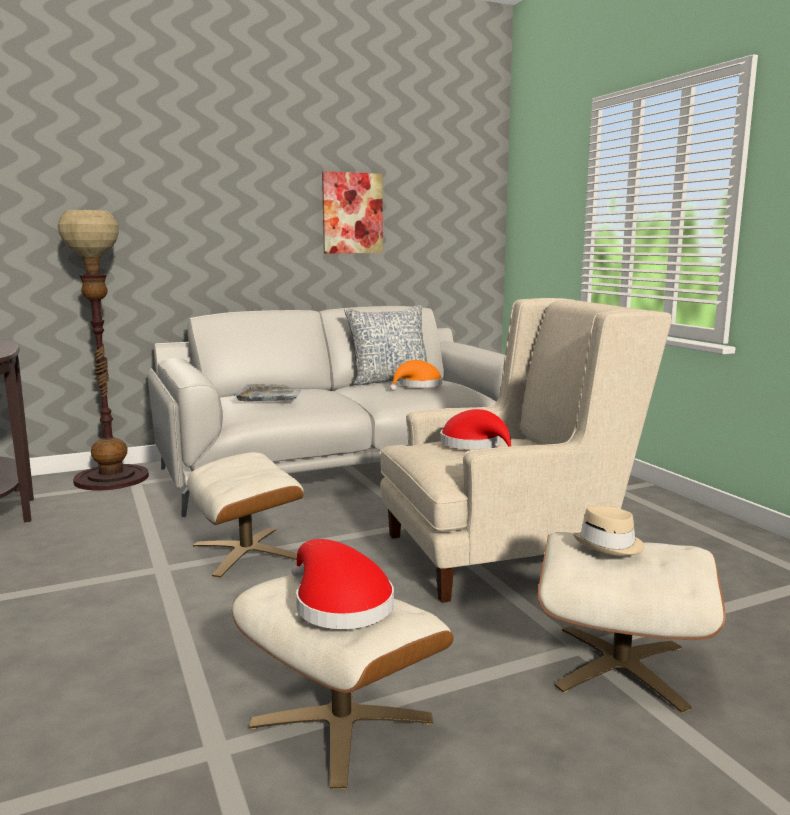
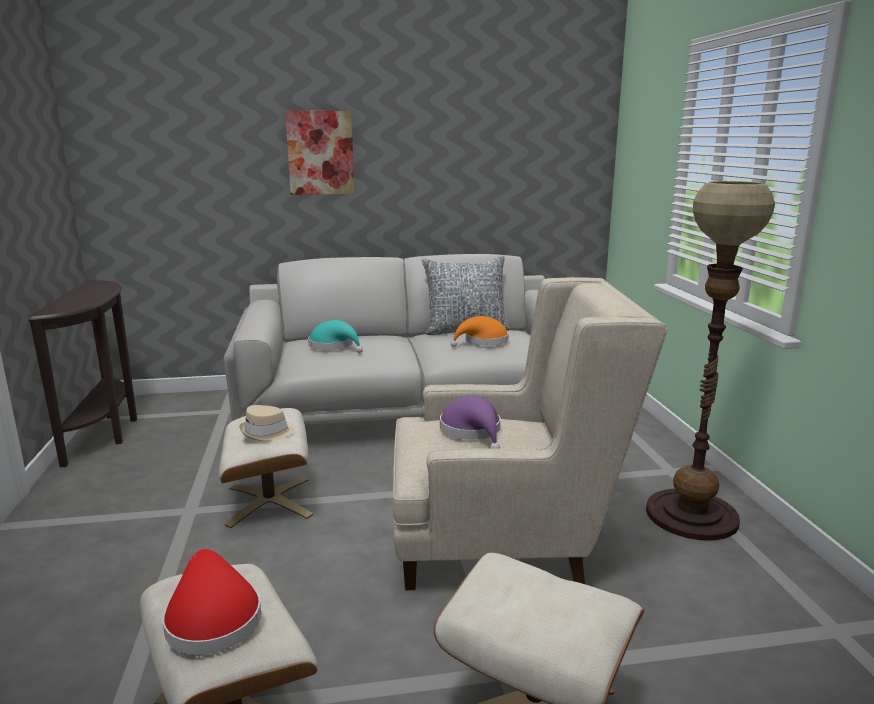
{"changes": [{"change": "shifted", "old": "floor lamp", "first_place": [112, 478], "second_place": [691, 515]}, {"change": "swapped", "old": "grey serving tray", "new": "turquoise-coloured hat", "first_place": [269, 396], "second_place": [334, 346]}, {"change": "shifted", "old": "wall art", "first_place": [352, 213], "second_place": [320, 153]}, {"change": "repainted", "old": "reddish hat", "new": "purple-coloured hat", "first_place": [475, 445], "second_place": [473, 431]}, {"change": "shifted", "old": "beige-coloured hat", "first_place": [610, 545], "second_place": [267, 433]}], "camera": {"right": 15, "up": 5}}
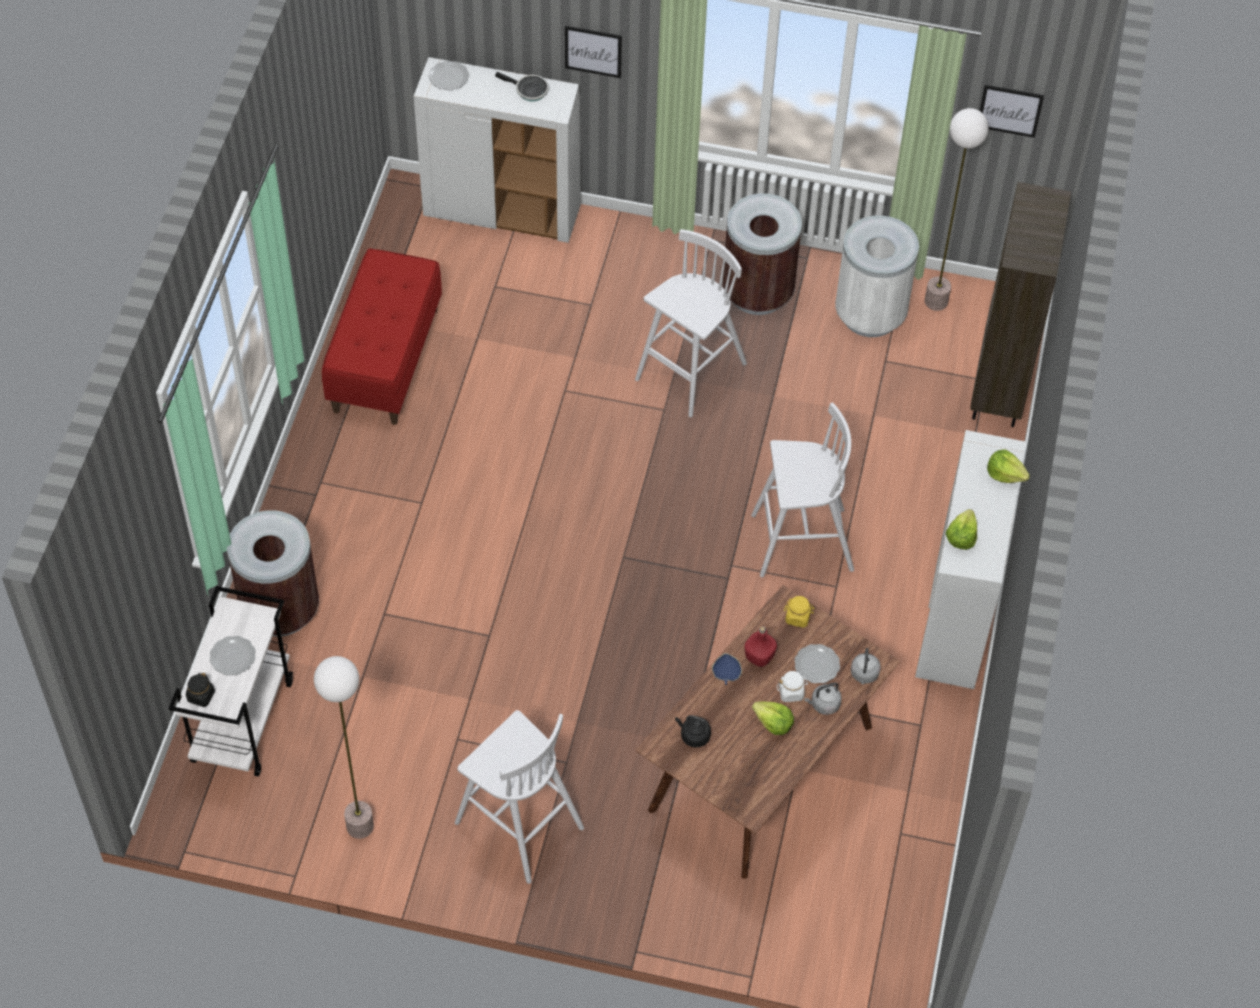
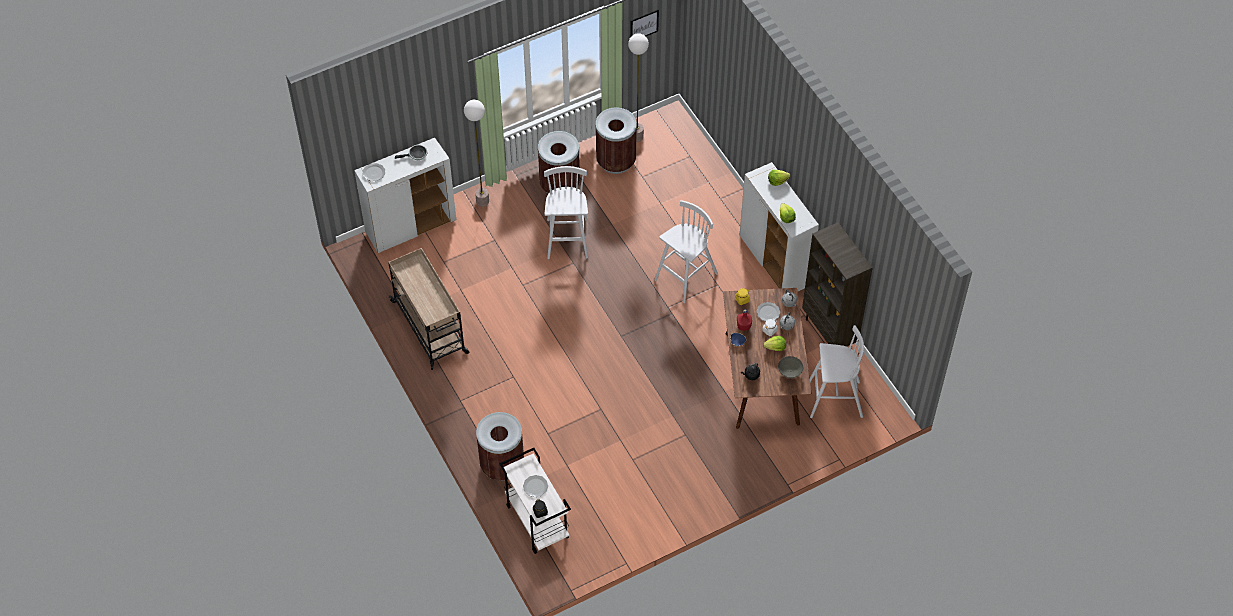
{"changes": [{"change": "shifted", "old": "floor lamp", "first_place": [360, 827], "second_place": [482, 201]}, {"change": "swapped", "old": "reddish indoor bench", "new": "beige-coloured trolley", "first_place": [385, 359], "second_place": [430, 328]}, {"change": "shifted", "old": "white-coloured sitting stool", "first_place": [517, 824], "second_place": [833, 399]}, {"change": "gone", "old": "wall art", "first_place": [593, 51]}, {"change": "repainted", "old": "white-coloured waste bin", "new": "brown waste bin", "first_place": [870, 315], "second_place": [616, 161]}, {"change": "shifted", "old": "brown shelving unit", "first_place": [1000, 390], "second_place": [829, 333]}, {"change": "new", "new": "grey deep dish", "second_place": [789, 372]}], "camera": {"right": -40, "up": 0}}
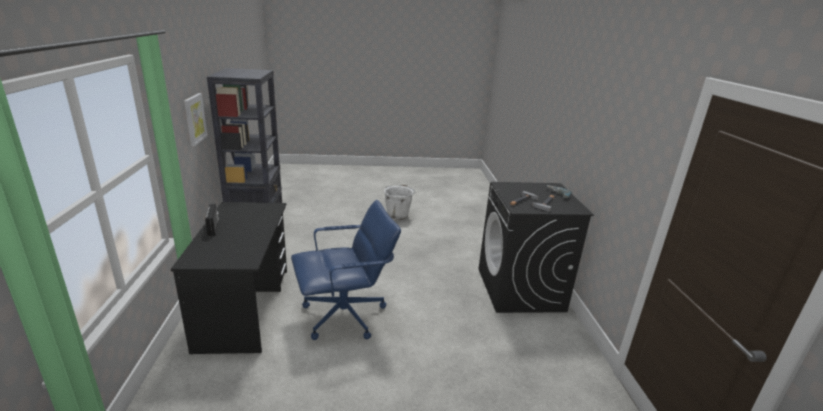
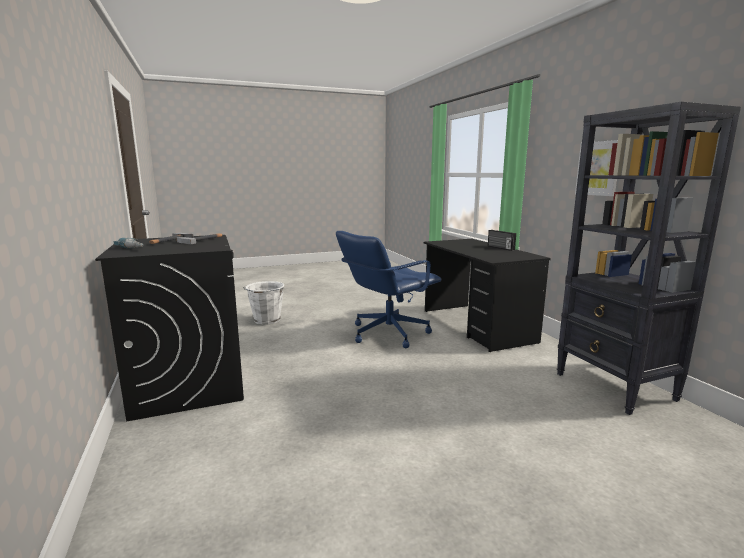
{"changes": [{"change": "shifted", "old": "white-coloured bucket", "first_place": [398, 216], "second_place": [266, 320]}], "camera": {"right": 165, "up": -10}}
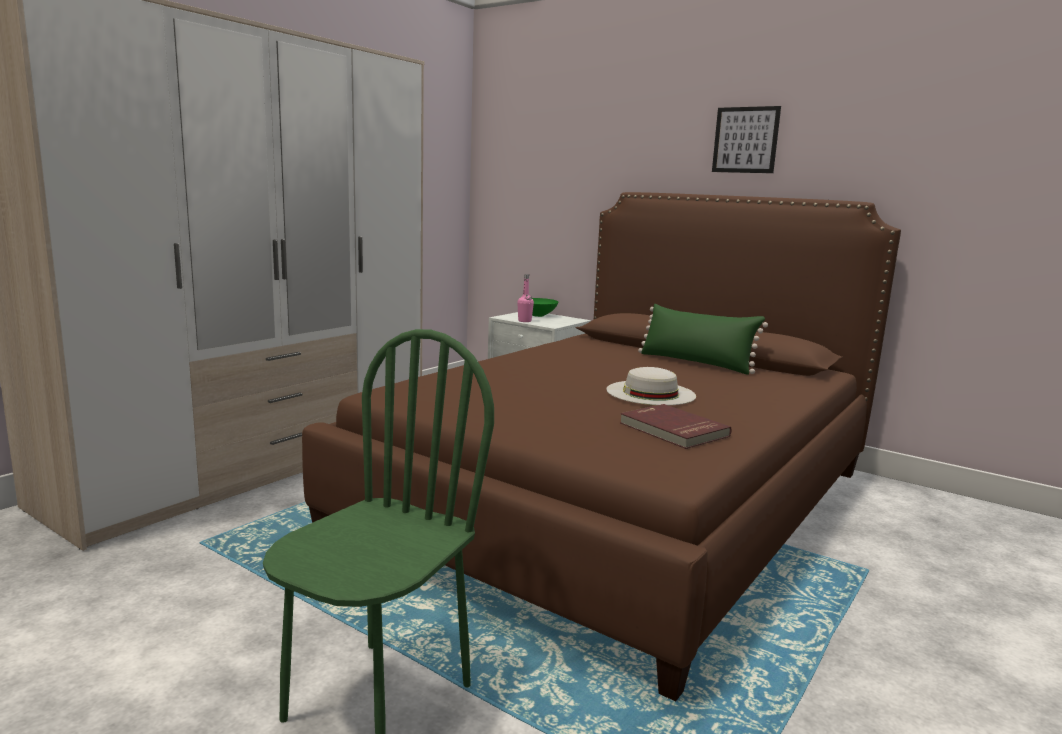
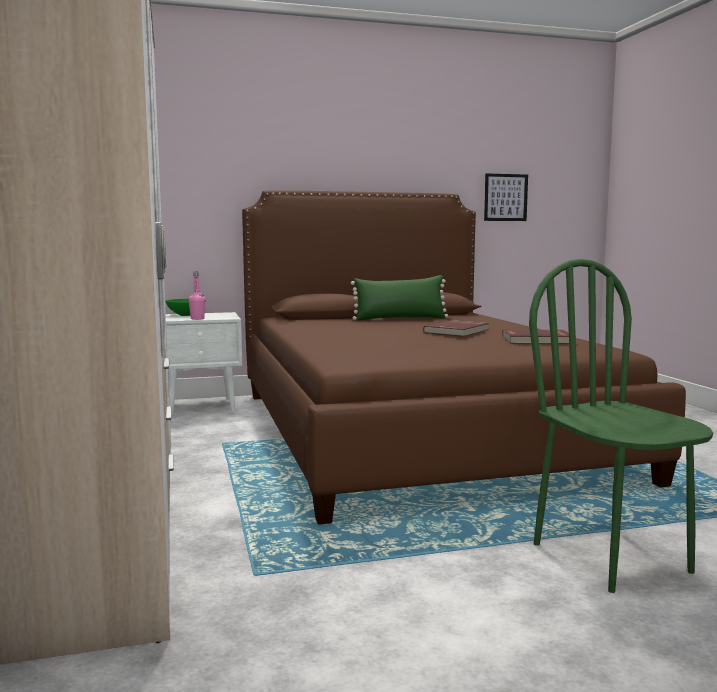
{"changes": [{"change": "swapped", "old": "white-coloured hat", "new": "reddish volume", "first_place": [650, 393], "second_place": [457, 331]}, {"change": "shifted", "old": "wall art", "first_place": [745, 140], "second_place": [505, 197]}], "camera": {"right": -50, "up": -5}}
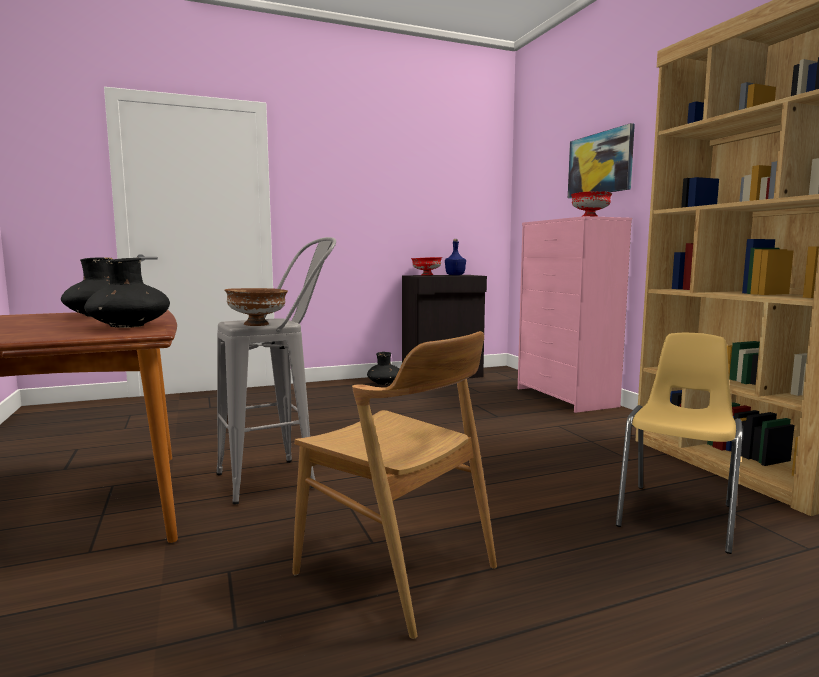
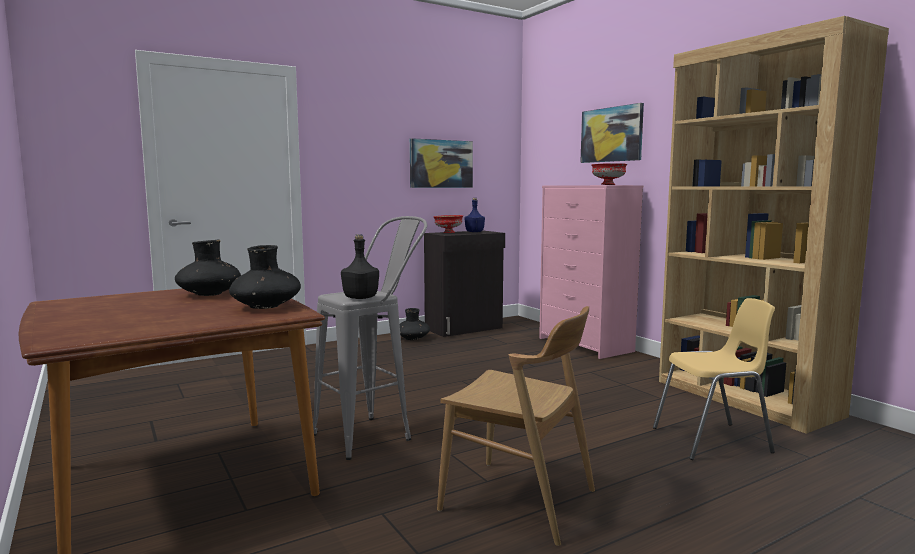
{"changes": [{"change": "swapped", "old": "brown deep dish", "new": "black-coloured beverage bottle", "first_place": [258, 324], "second_place": [361, 297]}, {"change": "rotated", "old": "yellow-coloured upright chair", "first_place": [678, 516], "second_place": [713, 441], "degrees": 60}, {"change": "new", "new": "wall art", "second_place": [441, 164]}], "camera": {"right": -10, "up": 0}}
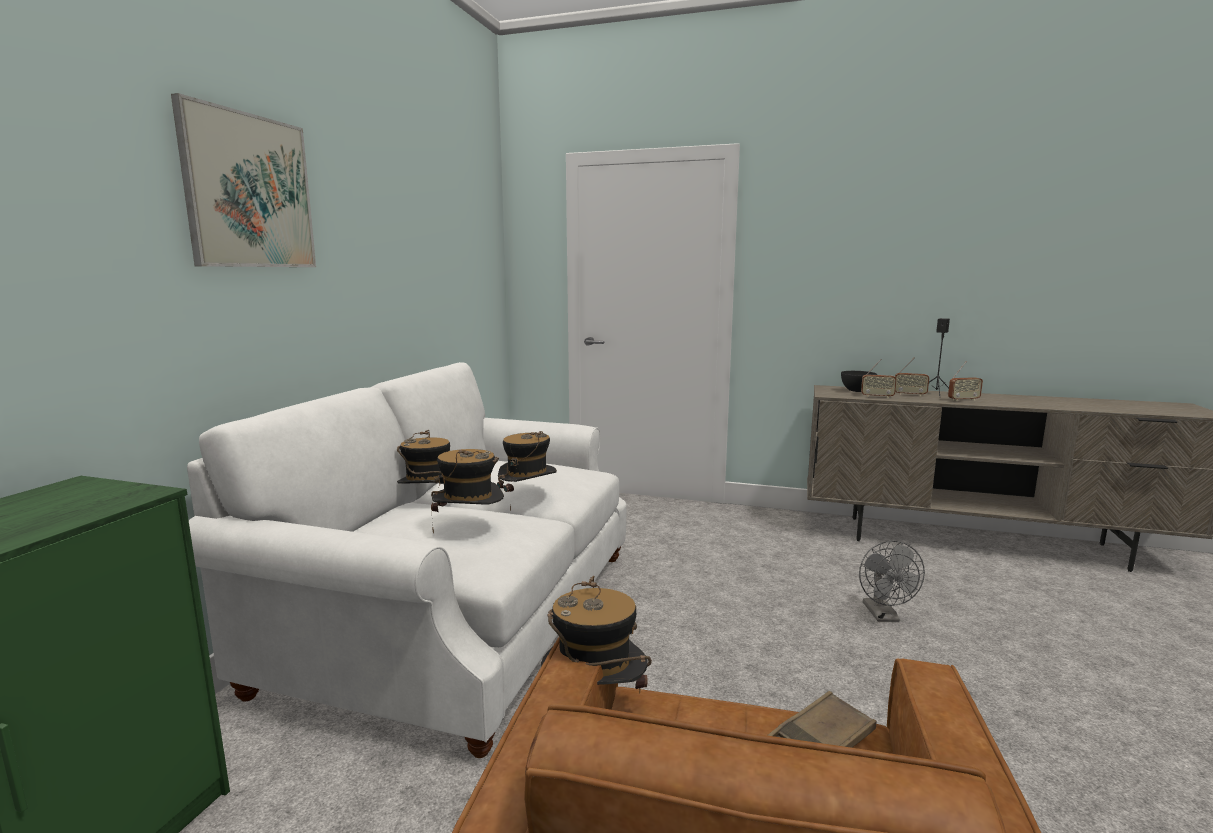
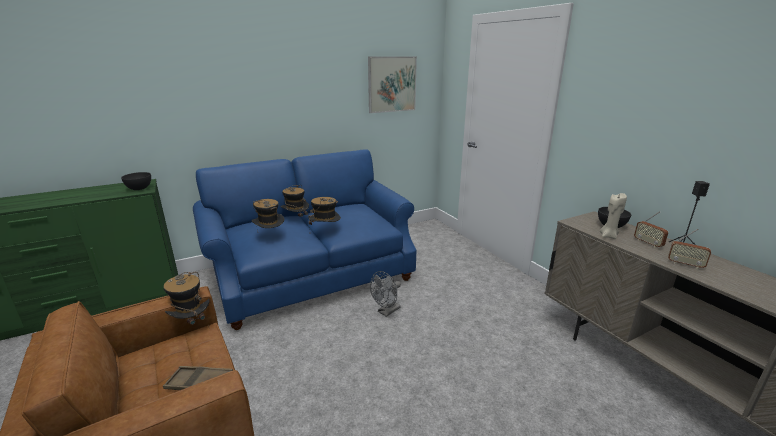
{"changes": [{"change": "shifted", "old": "wall art", "first_place": [249, 191], "second_place": [392, 84]}, {"change": "repainted", "old": "white-coloured couch", "new": "bluish couch", "first_place": [463, 614], "second_place": [312, 274]}, {"change": "shifted", "old": "grey electric fan", "first_place": [884, 616], "second_place": [386, 312]}, {"change": "swapped", "old": "radio receiver", "new": "beige-coloured candle", "first_place": [877, 397], "second_place": [608, 236]}, {"change": "new", "new": "grey deep dish", "second_place": [139, 188]}], "camera": {"right": 45, "up": 10}}
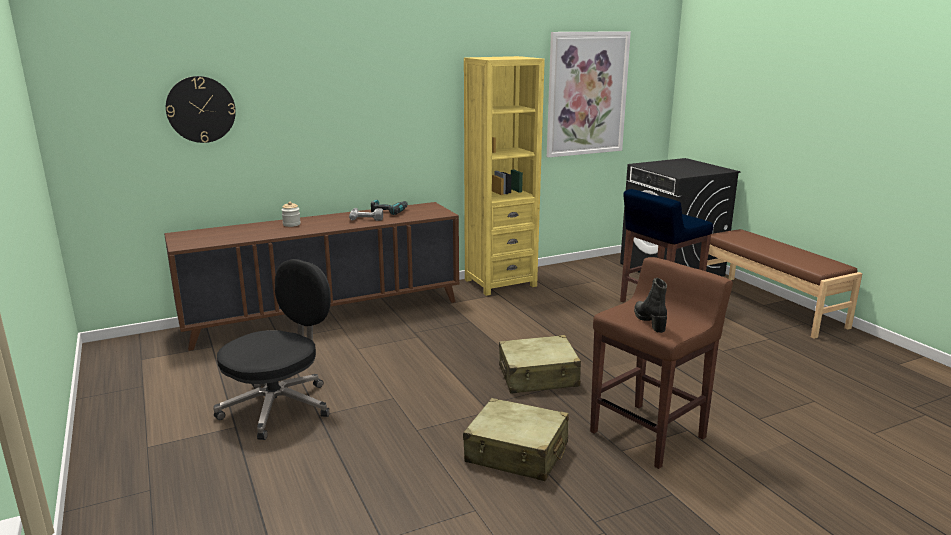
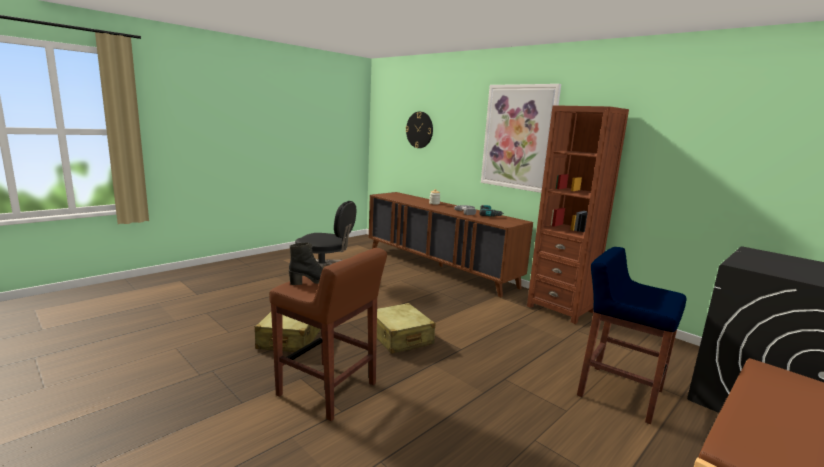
{"changes": [{"change": "repainted", "old": "yellow-coloured shelving unit", "new": "brown shelving unit", "first_place": [500, 283], "second_place": [560, 309]}, {"change": "shifted", "old": "wall art", "first_place": [587, 94], "second_place": [518, 137]}], "camera": {"right": 70, "up": -5}}
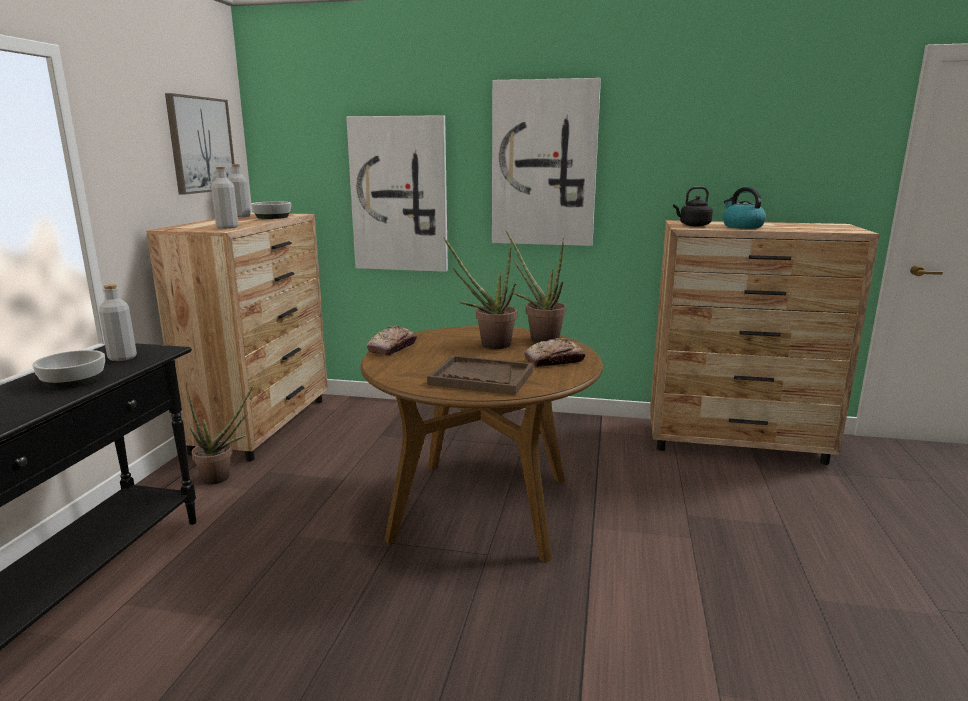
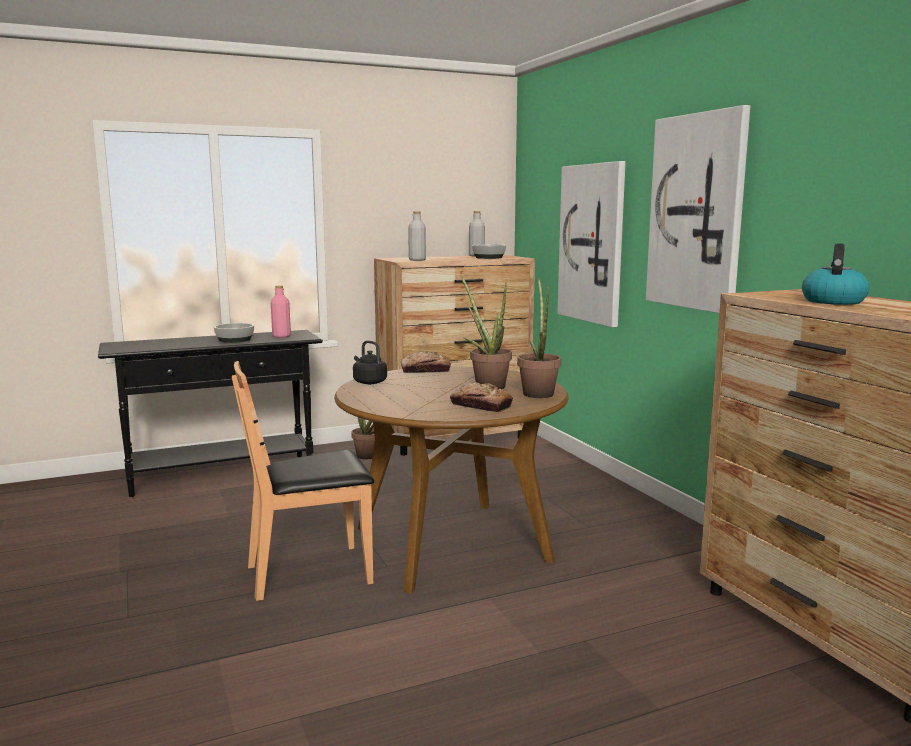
{"changes": [{"change": "repainted", "old": "grey beverage bottle", "new": "pink beverage bottle", "first_place": [122, 357], "second_place": [281, 336]}, {"change": "gone", "old": "wall art", "first_place": [201, 145]}, {"change": "gone", "old": "brown serving tray", "first_place": [481, 378]}, {"change": "shifted", "old": "black-coloured tea kettle", "first_place": [693, 225], "second_place": [368, 382]}, {"change": "new", "new": "brown upright chair", "second_place": [310, 573]}], "camera": {"right": 55, "up": -5}}
